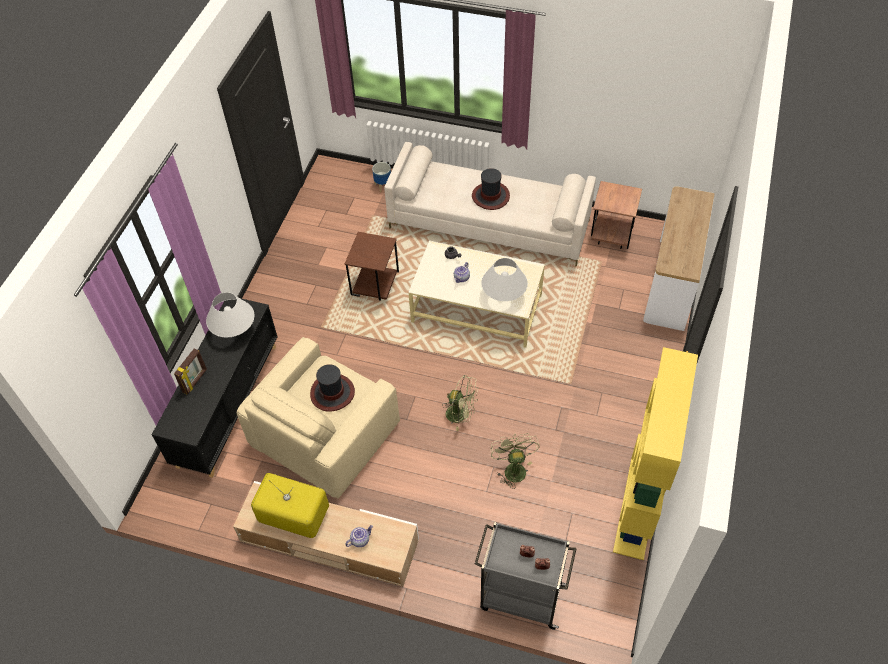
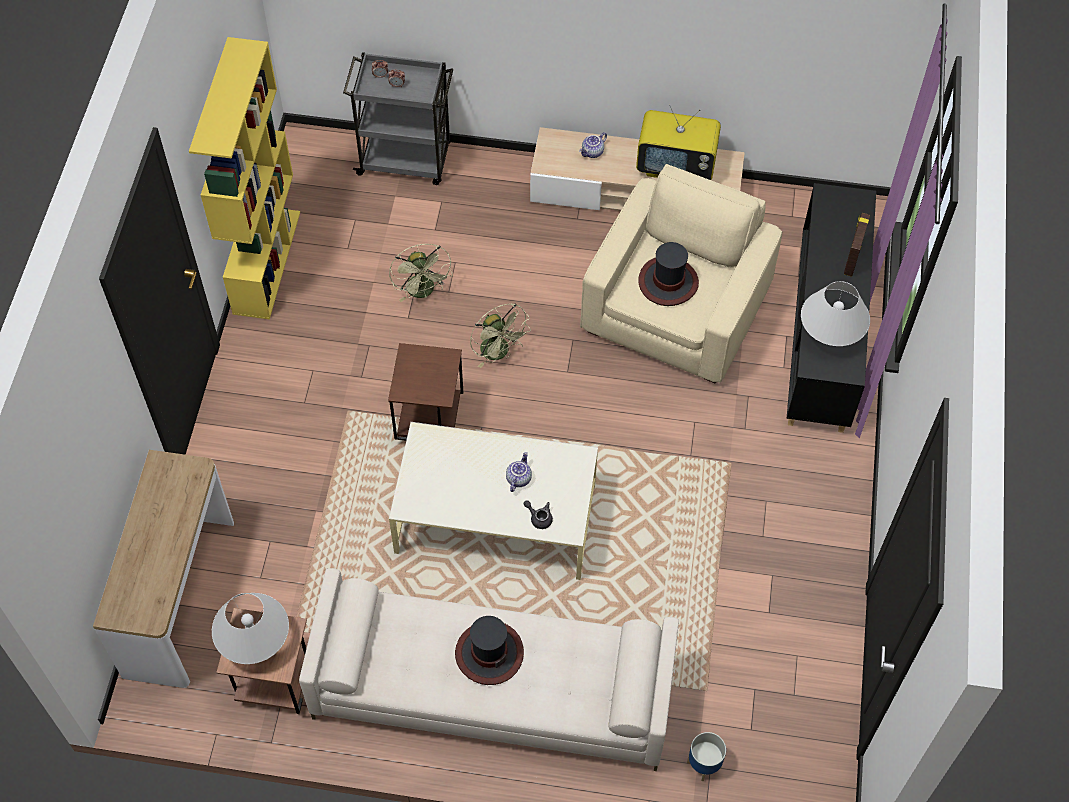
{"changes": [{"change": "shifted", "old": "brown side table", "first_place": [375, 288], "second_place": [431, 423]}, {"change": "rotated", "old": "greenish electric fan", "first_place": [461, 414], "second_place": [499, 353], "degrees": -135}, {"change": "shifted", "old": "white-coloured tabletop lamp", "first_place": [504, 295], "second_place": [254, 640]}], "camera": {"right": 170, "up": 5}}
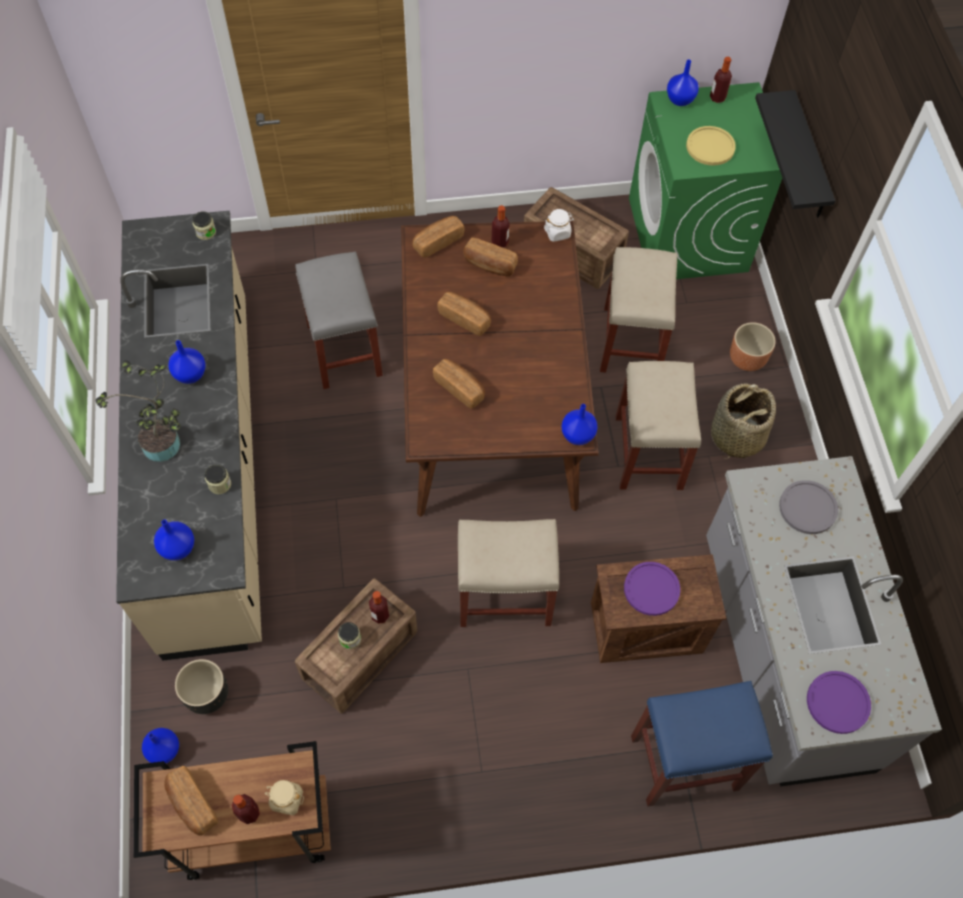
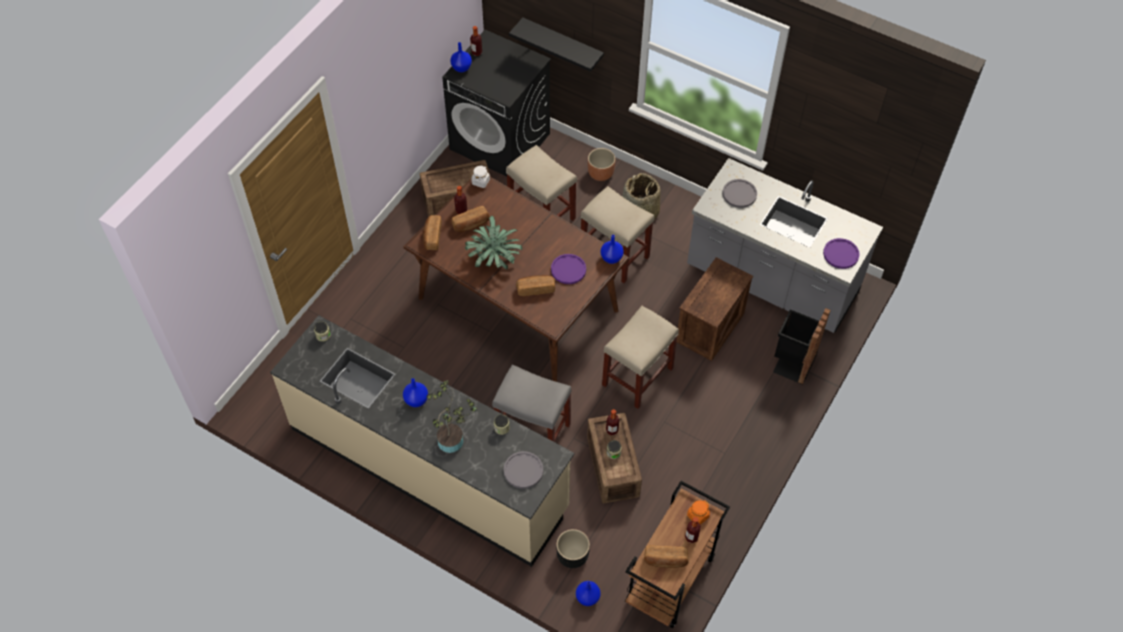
{"changes": [{"change": "swapped", "old": "bluish vase", "new": "grey plate", "first_place": [177, 548], "second_place": [523, 470]}, {"change": "repainted", "old": "beige-coloured preserve jar", "new": "orange-coloured preserve jar", "first_place": [286, 799], "second_place": [697, 516]}, {"change": "shifted", "old": "grey sitting stool", "first_place": [343, 348], "second_place": [532, 431]}, {"change": "swapped", "old": "bakery bread", "new": "plant in a pot", "first_place": [465, 318], "second_place": [494, 258]}, {"change": "shifted", "old": "purple-coloured plate", "first_place": [651, 589], "second_place": [568, 269]}, {"change": "repainted", "old": "greenish laundry machine", "new": "black-coloured laundry machine", "first_place": [688, 235], "second_place": [500, 141]}, {"change": "swapped", "old": "bluish sitting stool", "new": "black-coloured waste bin", "first_place": [683, 764], "second_place": [792, 363]}, {"change": "gone", "old": "yellow-coloured plate", "first_place": [710, 147]}], "camera": {"right": -50, "up": -5}}
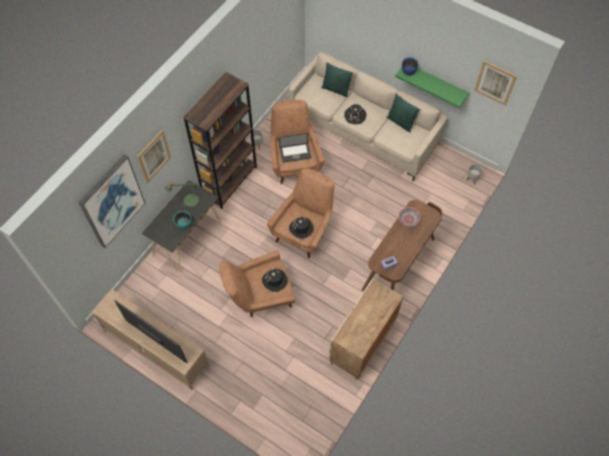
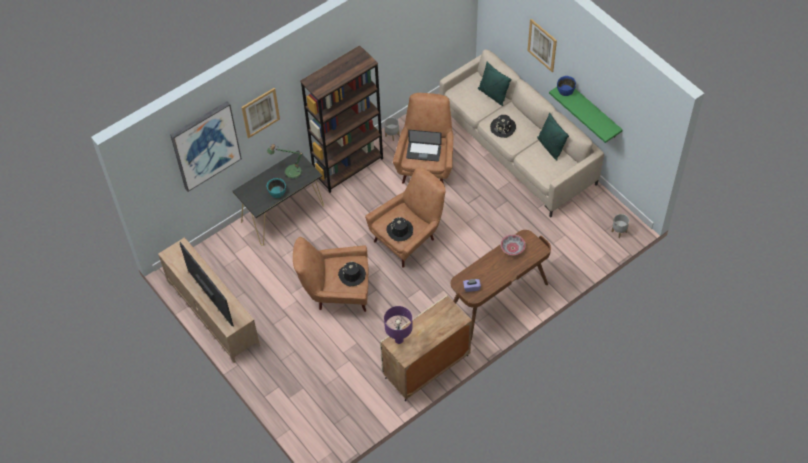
{"changes": [{"change": "shifted", "old": "wall art", "first_place": [495, 83], "second_place": [542, 45]}, {"change": "new", "new": "purple-coloured tabletop lamp", "second_place": [399, 340]}], "camera": {"right": 20, "up": -5}}
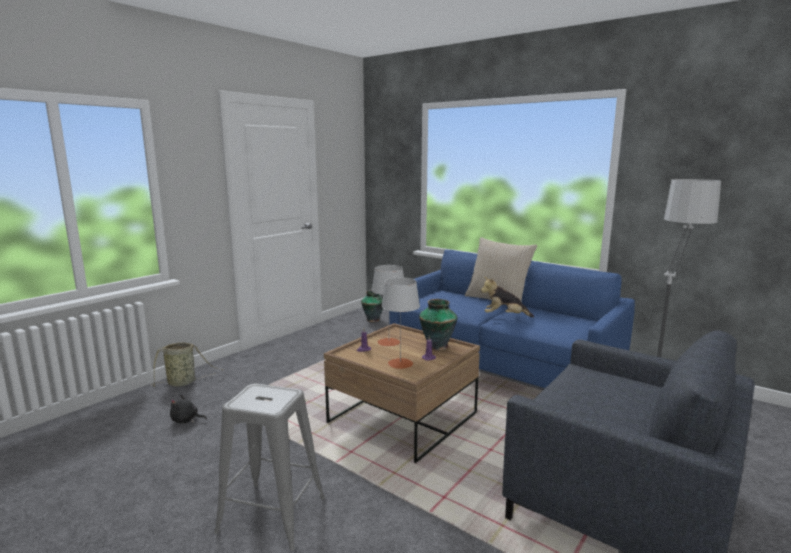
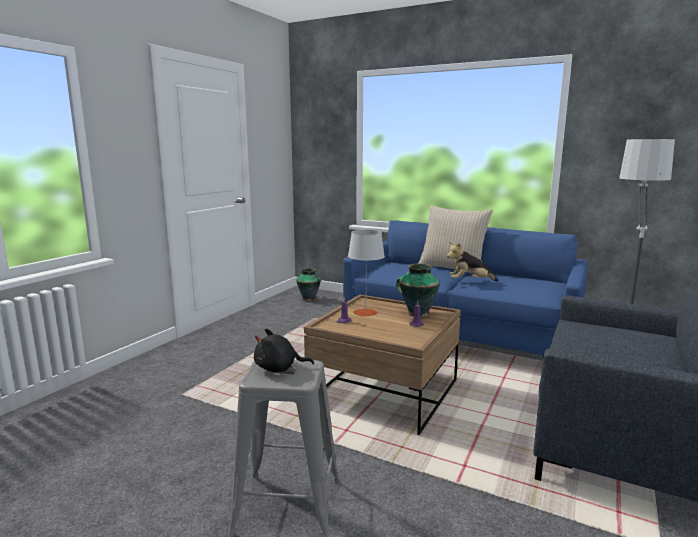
{"changes": [{"change": "gone", "old": "household basket", "first_place": [183, 382]}, {"change": "shifted", "old": "black-coloured plush toy", "first_place": [186, 420], "second_place": [279, 368]}, {"change": "gone", "old": "grey tabletop lamp", "first_place": [400, 363]}], "camera": {"right": -10, "up": 0}}
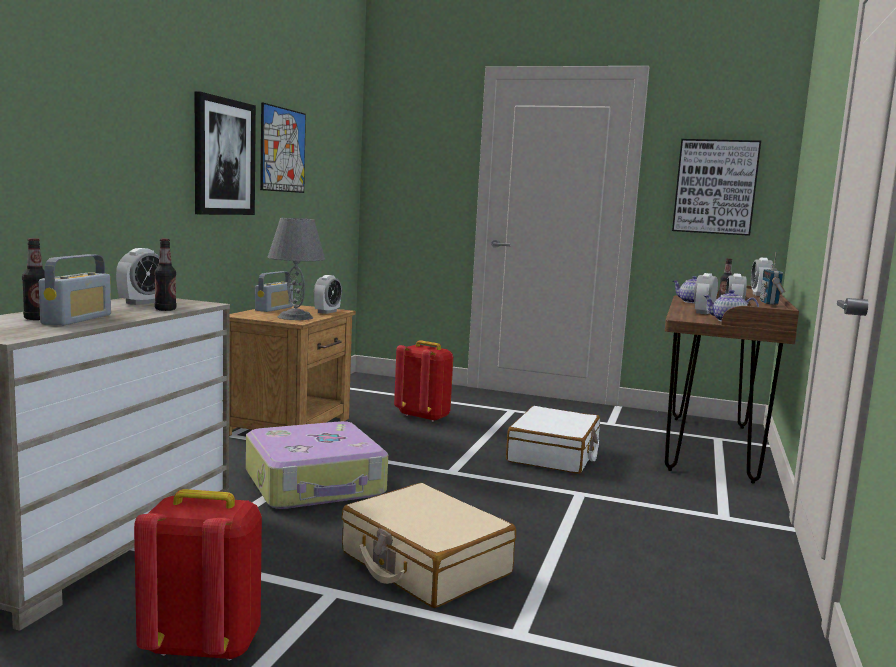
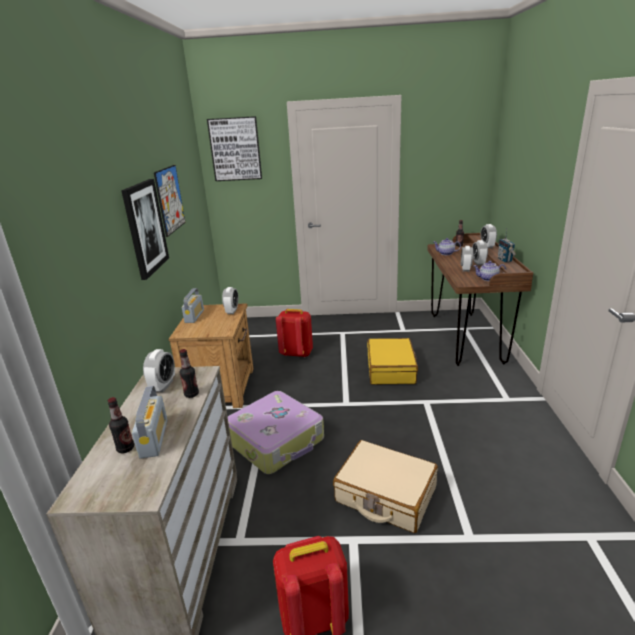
{"changes": [{"change": "gone", "old": "grey tabletop lamp", "first_place": [296, 317]}, {"change": "repainted", "old": "white-coloured suitcase", "new": "yellow-coloured suitcase", "first_place": [554, 455], "second_place": [391, 369]}, {"change": "shifted", "old": "wall art", "first_place": [715, 187], "second_place": [235, 149]}], "camera": {"right": -15, "up": 15}}
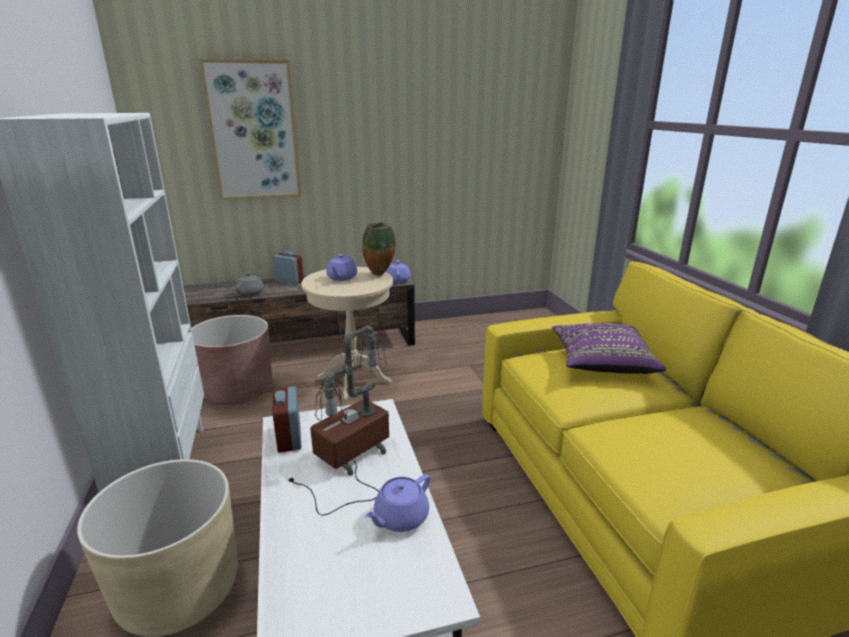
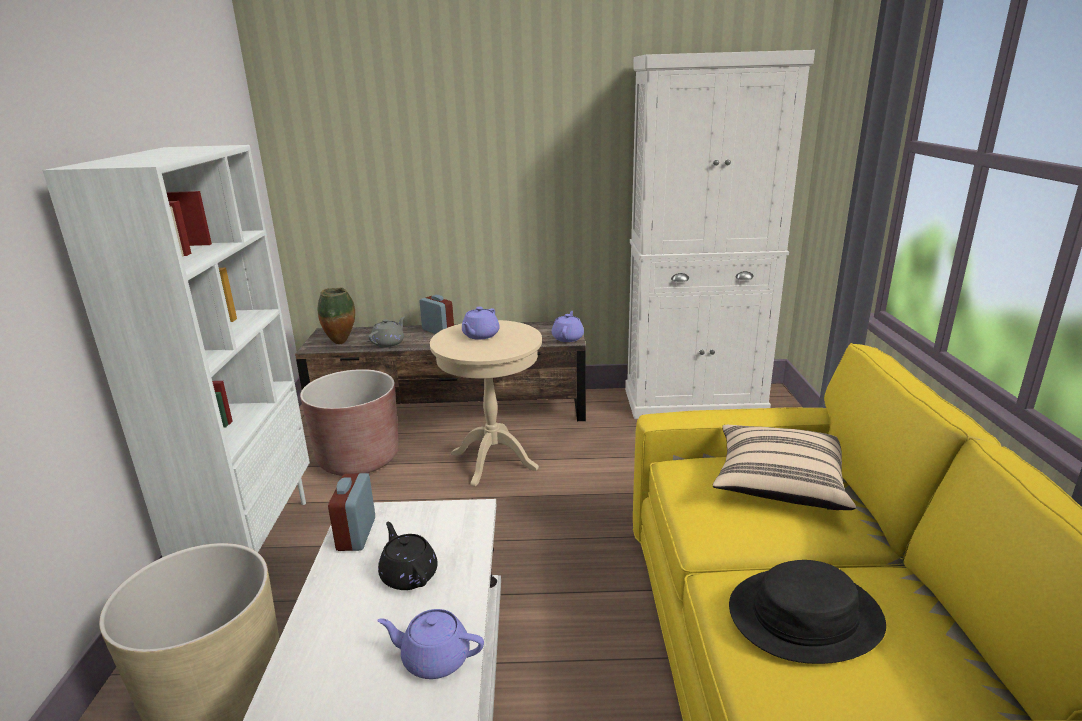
{"changes": [{"change": "gone", "old": "wall art", "first_place": [253, 131]}, {"change": "swapped", "old": "tabletop lamp", "new": "black-coloured teapot", "first_place": [349, 462], "second_place": [408, 575]}, {"change": "shifted", "old": "vase", "first_place": [380, 275], "second_place": [342, 343]}, {"change": "rotated", "old": "purple-coloured teapot", "first_place": [400, 518], "second_place": [434, 658], "degrees": 45}, {"change": "repainted", "old": "purple-coloured pillow", "new": "beige-coloured pillow", "first_place": [601, 363], "second_place": [778, 485]}, {"change": "new", "new": "white-coloured storage cabinet", "second_place": [694, 401]}, {"change": "new", "new": "black-coloured hat", "second_place": [804, 615]}], "camera": {"right": 15, "up": 0}}
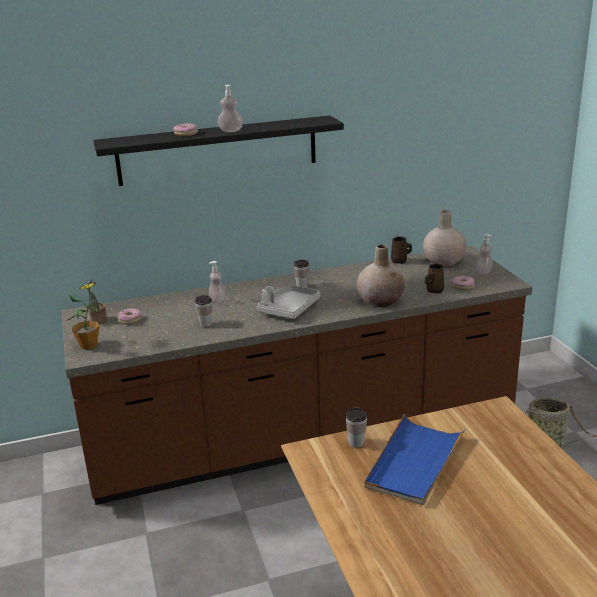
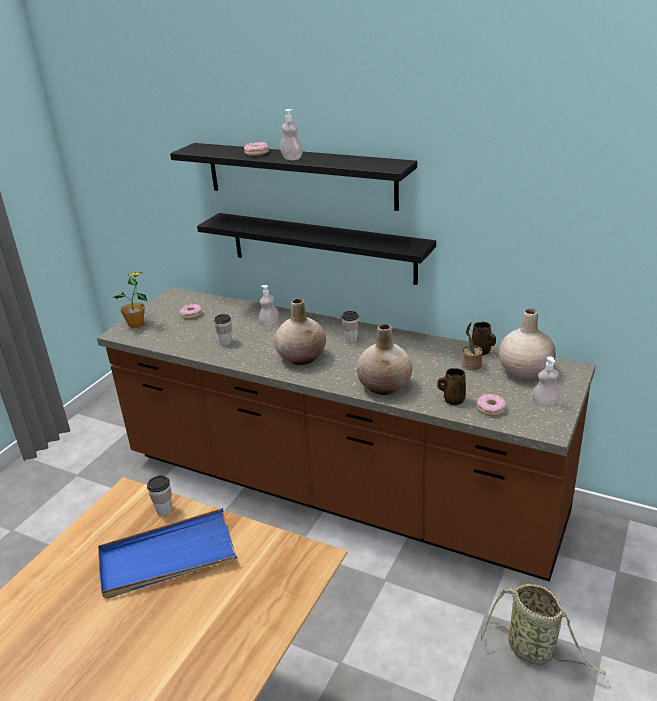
{"changes": [{"change": "shifted", "old": "plant in a pot", "first_place": [97, 321], "second_place": [471, 366]}, {"change": "swapped", "old": "grey serving tray", "new": "beige-coloured vase", "first_place": [289, 309], "second_place": [302, 357]}, {"change": "new", "new": "black-coloured shelf", "second_place": [321, 248]}], "camera": {"right": 45, "up": 5}}
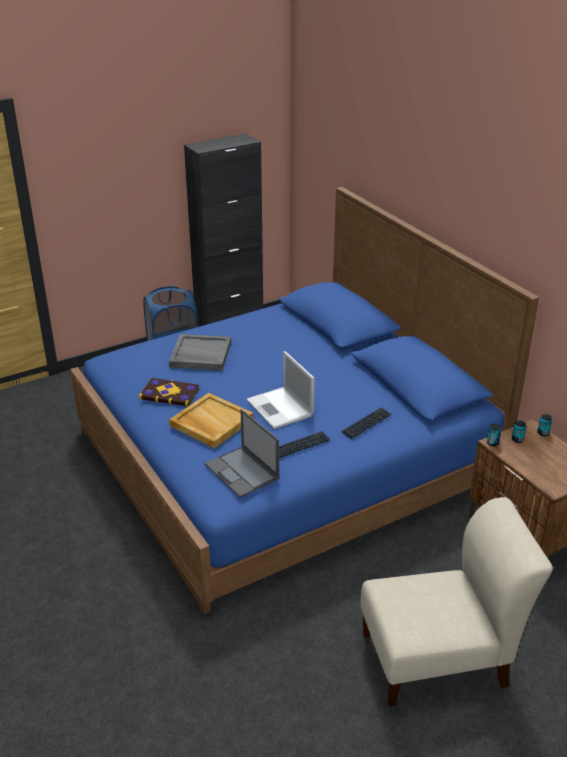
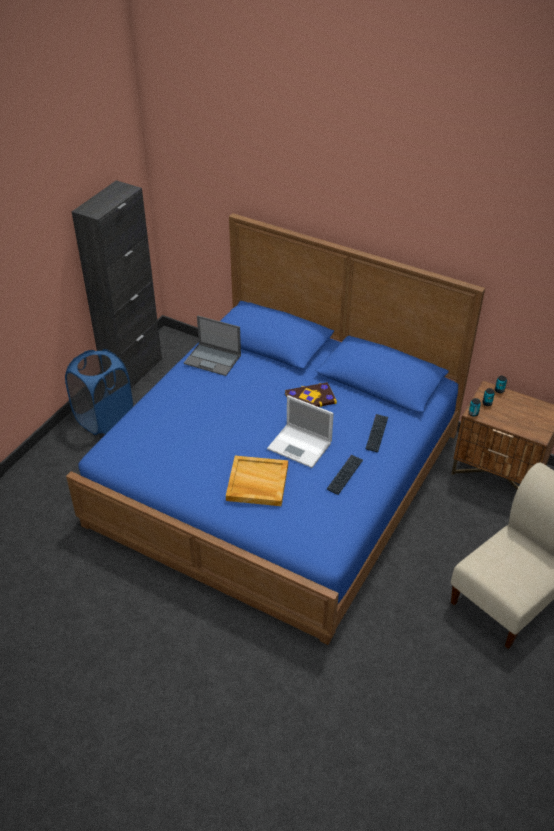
{"changes": [{"change": "shifted", "old": "volume", "first_place": [169, 393], "second_place": [310, 398]}, {"change": "gone", "old": "grey serving tray", "first_place": [200, 355]}, {"change": "shifted", "old": "laptop", "first_place": [242, 472], "second_place": [213, 359]}], "camera": {"right": -30, "up": 10}}
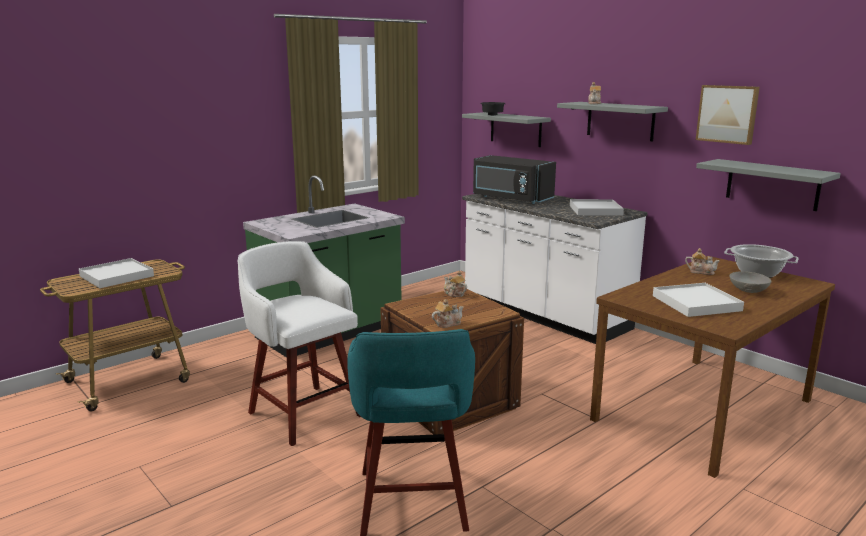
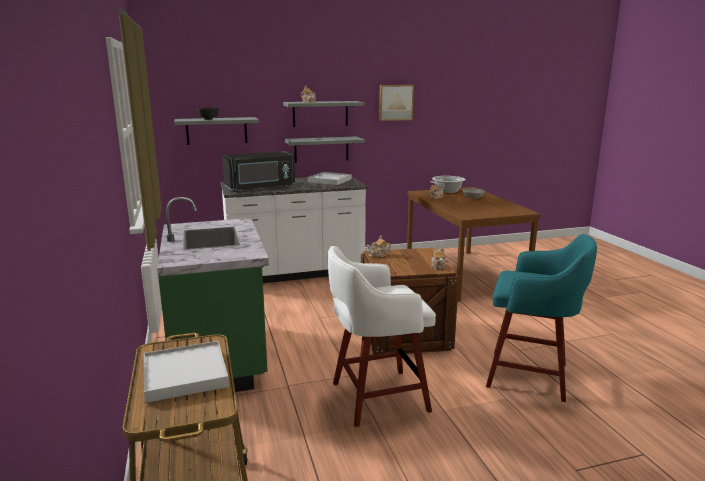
{"changes": [{"change": "gone", "old": "white-coloured serving tray", "first_place": [696, 303]}, {"change": "shifted", "old": "grey shelf", "first_place": [772, 184], "second_place": [321, 149]}], "camera": {"right": -65, "up": 0}}
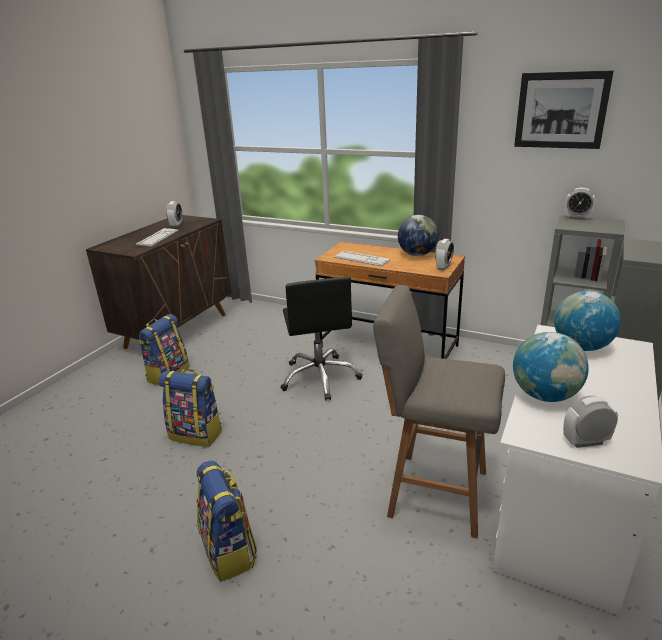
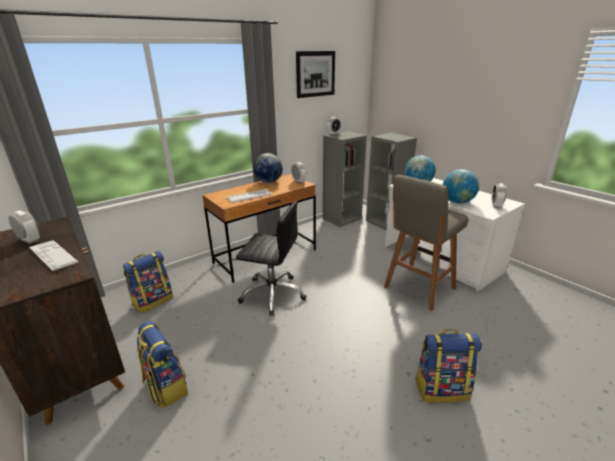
{"changes": [{"change": "shifted", "old": "knapsack", "first_place": [196, 434], "second_place": [153, 301]}], "camera": {"right": -65, "up": 0}}
